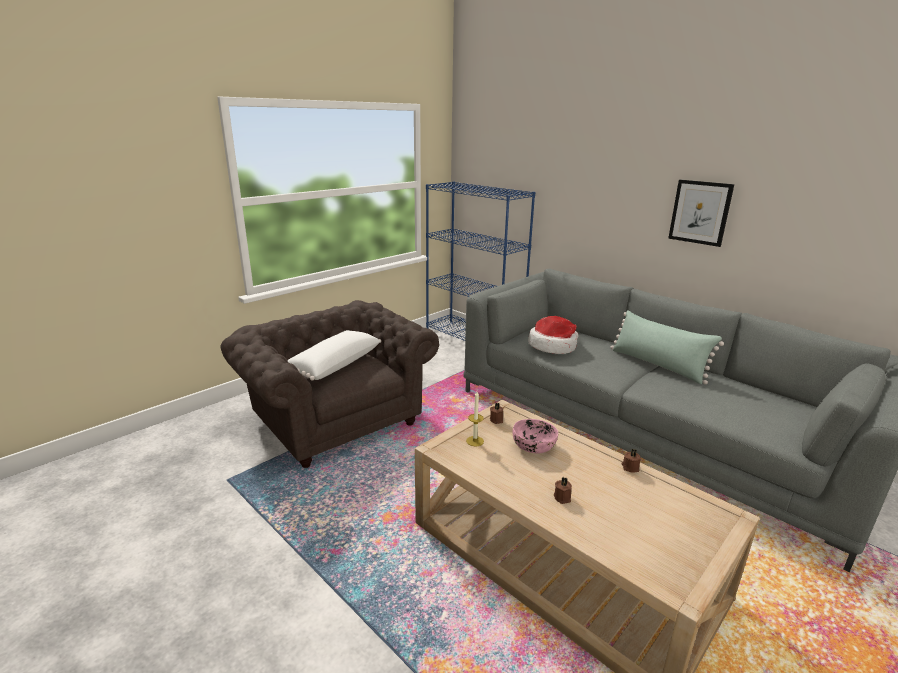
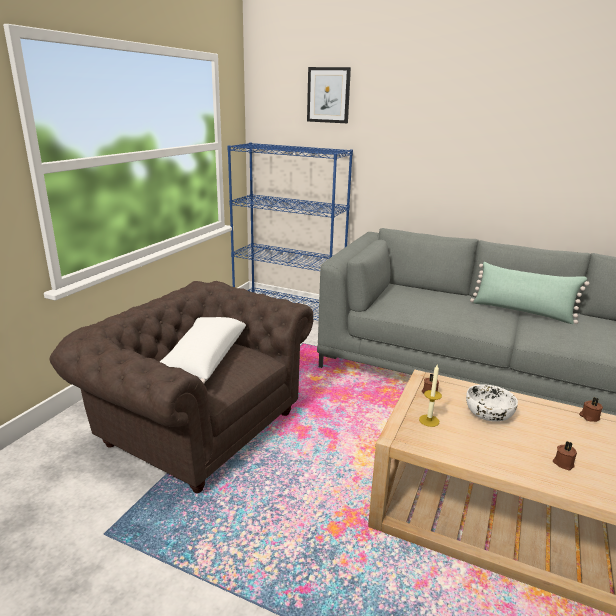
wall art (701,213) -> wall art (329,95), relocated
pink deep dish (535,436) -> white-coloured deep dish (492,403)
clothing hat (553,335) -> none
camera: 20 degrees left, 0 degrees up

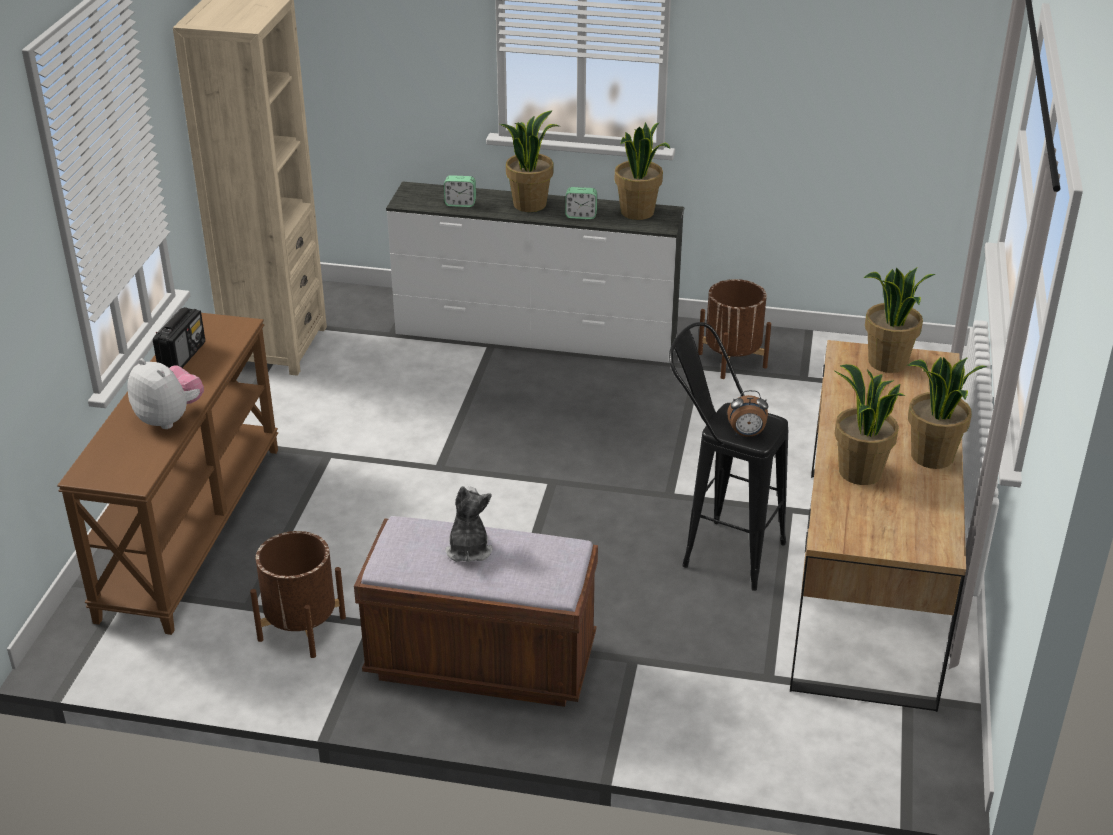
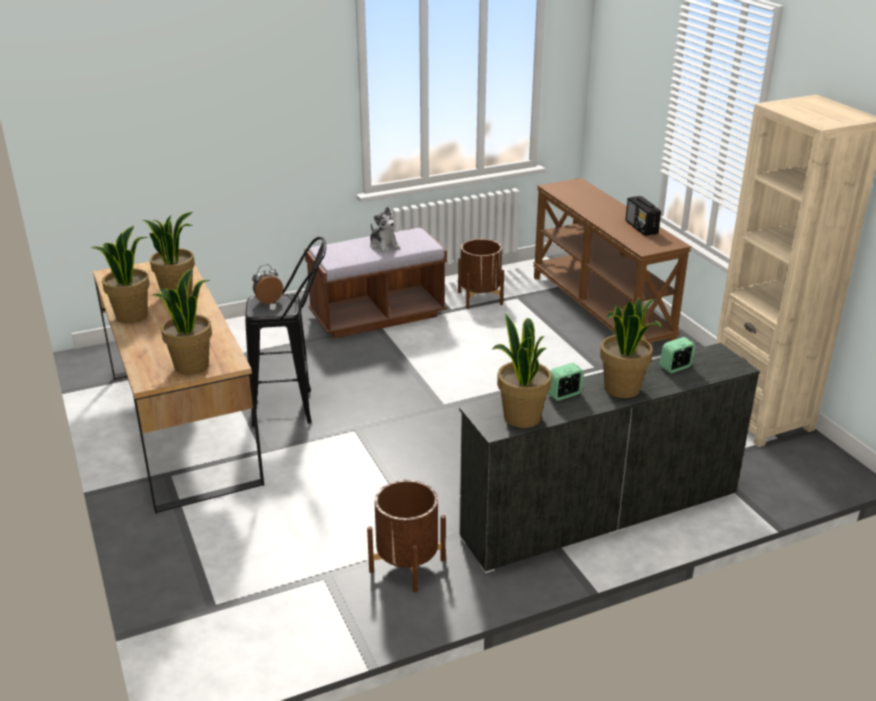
soft toy (166,393) -> none
camera: 145 degrees right, 5 degrees down

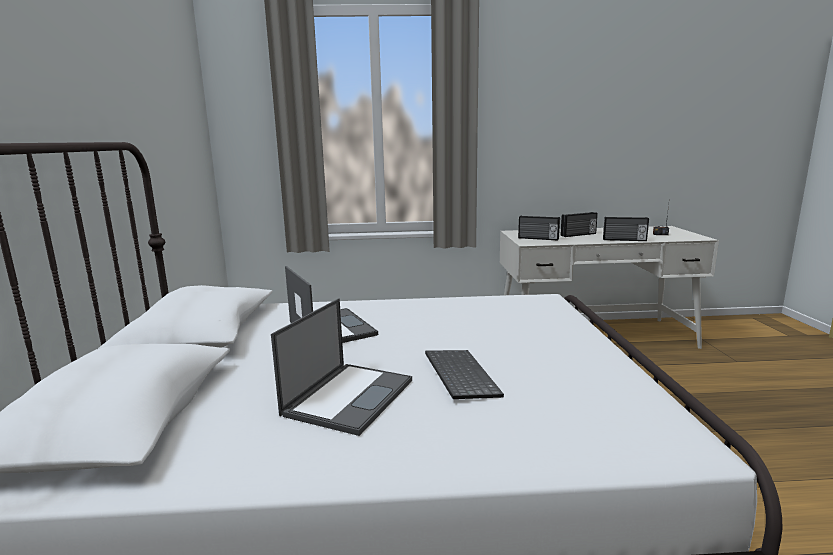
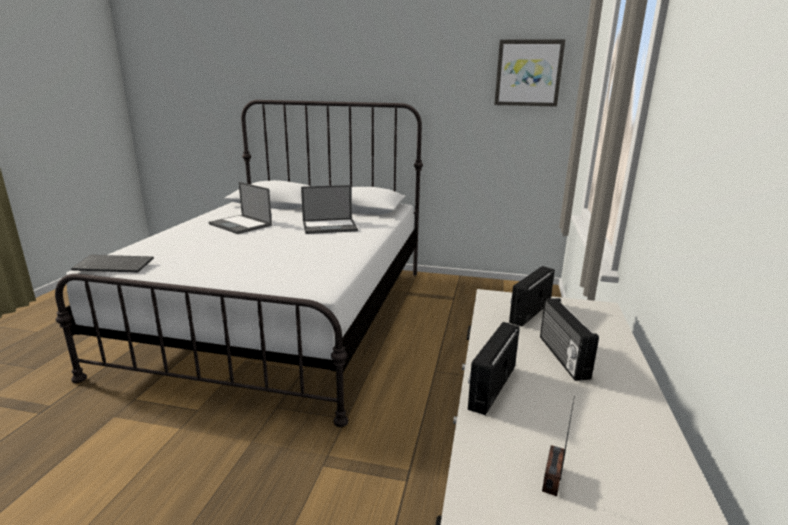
PC keyboard (464,374) -> PC keyboard (112,263), relocated
none -> wall art (530,73)
camera: 105 degrees right, 5 degrees up

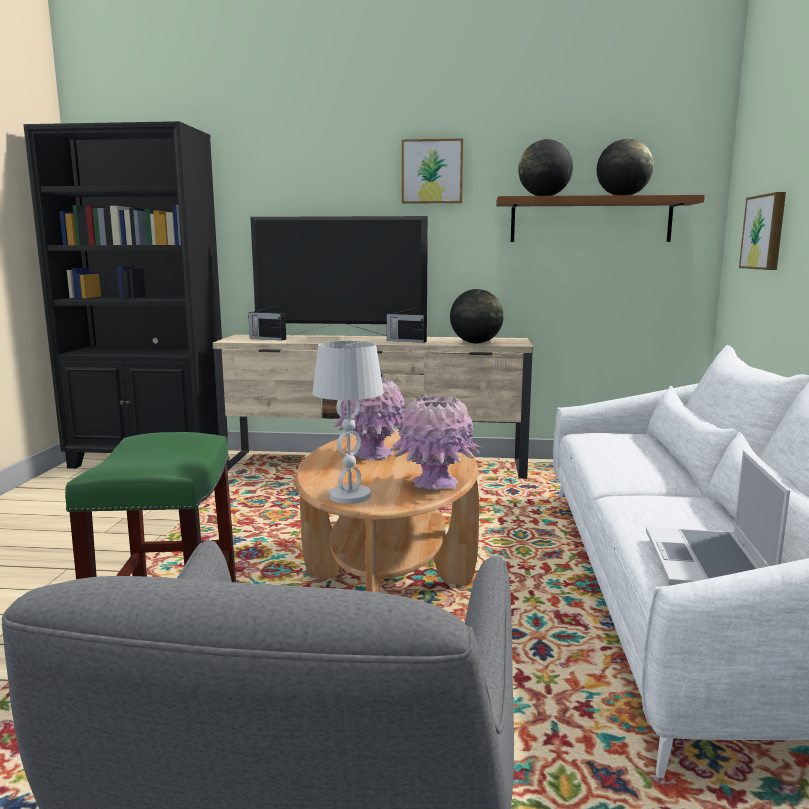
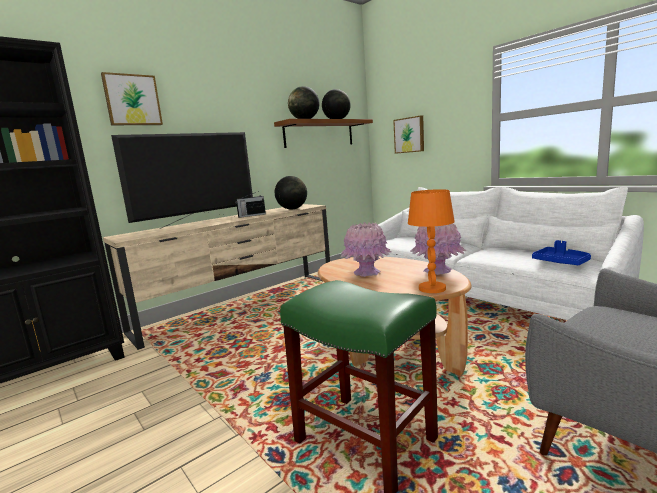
wall art (432,171) -> wall art (132,98), relocated
white-coloured tabletop lamp (348,422) -> orangey tabletop lamp (431,241)
portable computer (718,517) -> blue serving tray (561,252)
radio (267,323) -> none
camera: 45 degrees left, 0 degrees up

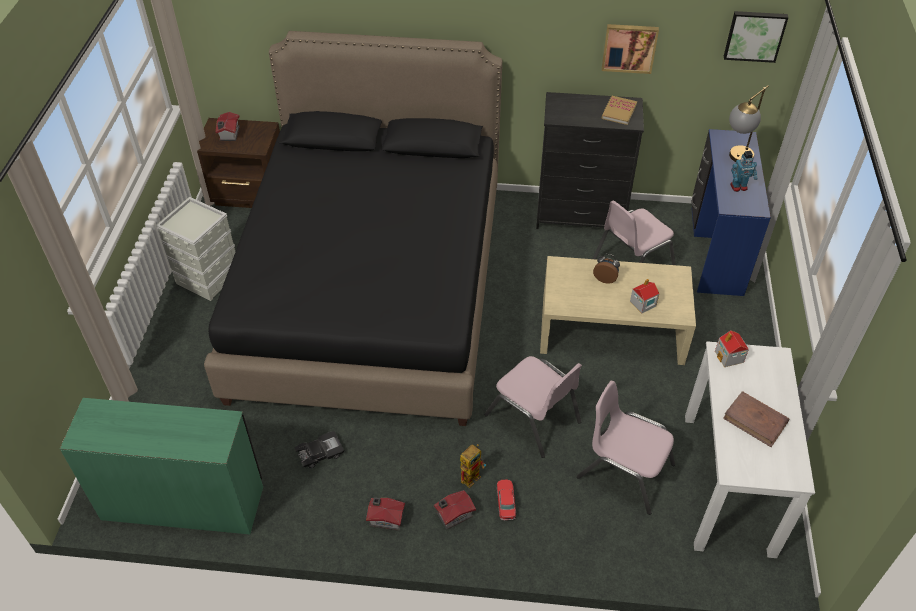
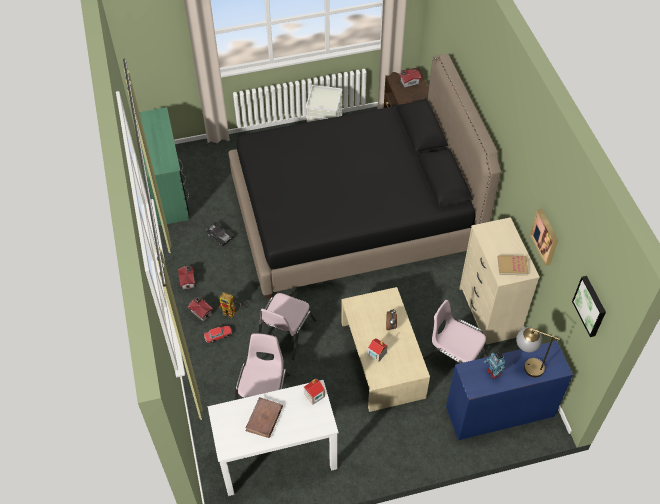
black drawer chest (590,160) -> sand-coloured drawer chest (499,281)
camera: 70 degrees right, 5 degrees up

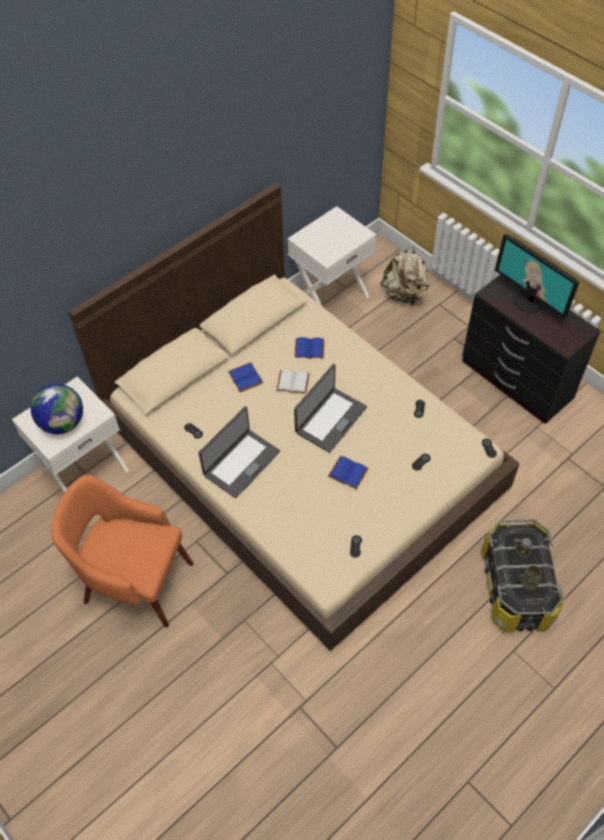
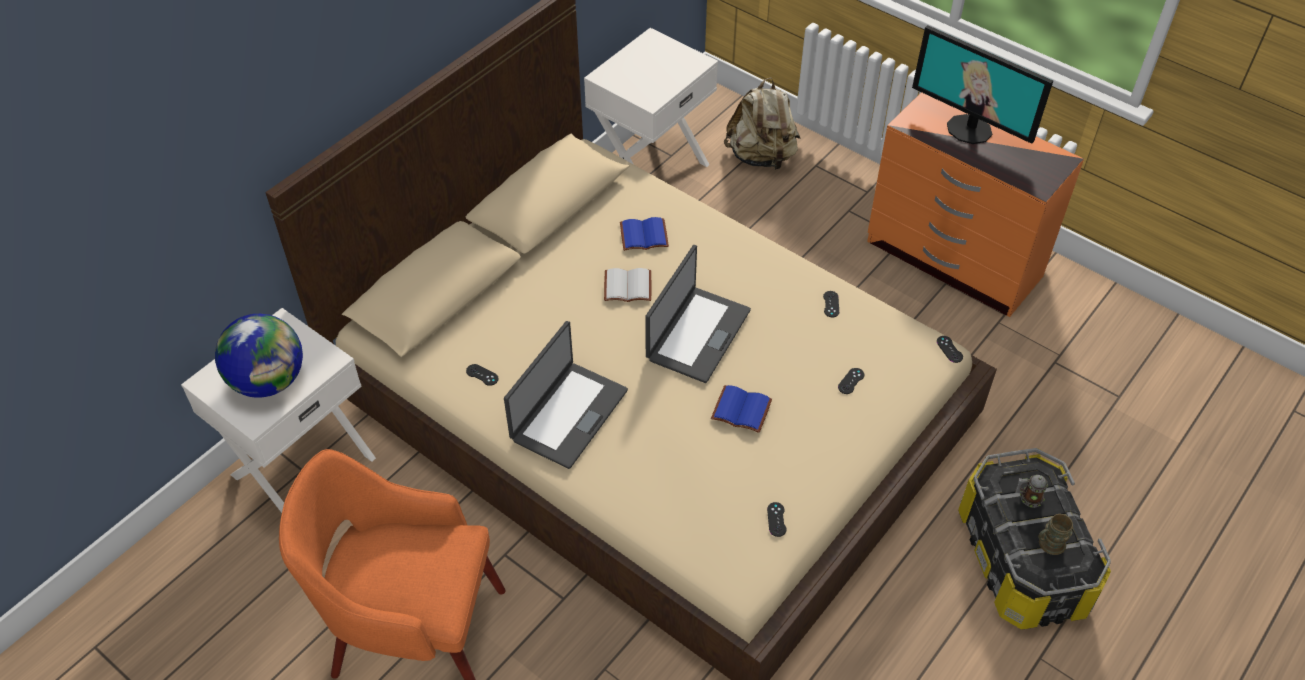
black drawer chest (531,349) -> orangey drawer chest (975,204)
blue bound book (245,377) -> none
camera: 10 degrees left, 5 degrees down

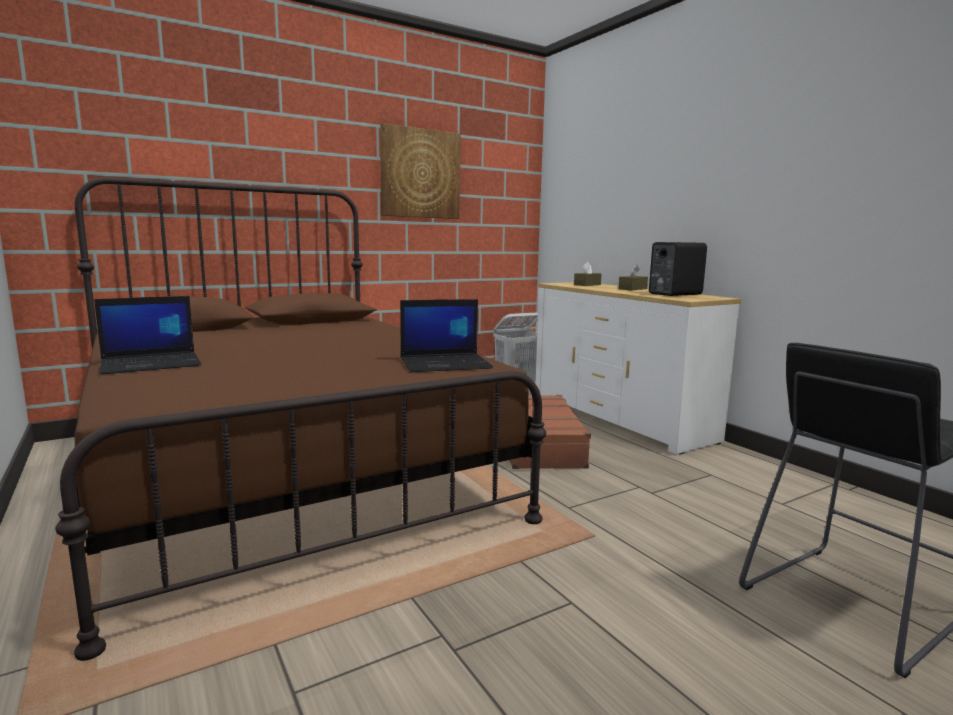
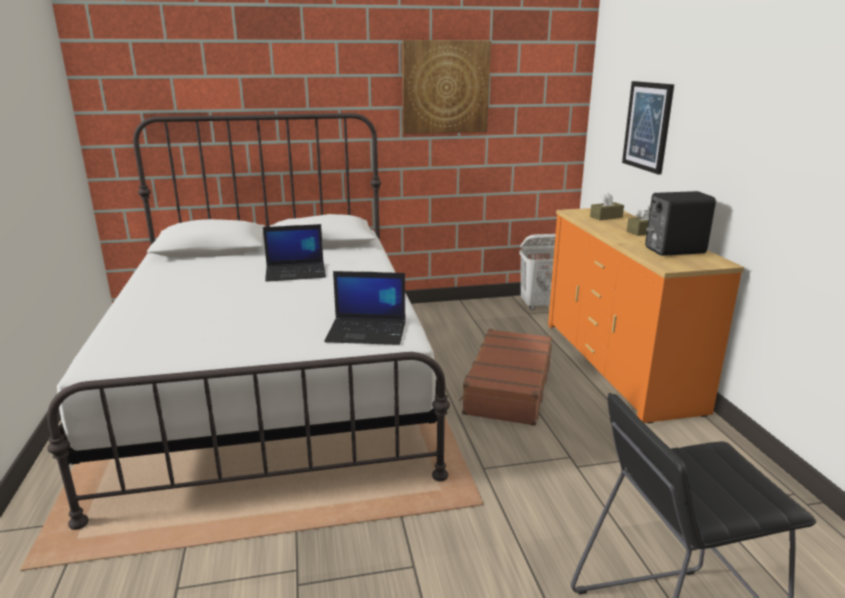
brown bedroom bed (301,419) -> white-coloured bedroom bed (248,321)
portable computer (147,335) -> portable computer (294,253), relocated
white-coloured drawer chest (638,368) -> orangey drawer chest (646,316)
none -> wall art (648,127)
camera: 20 degrees right, 10 degrees up

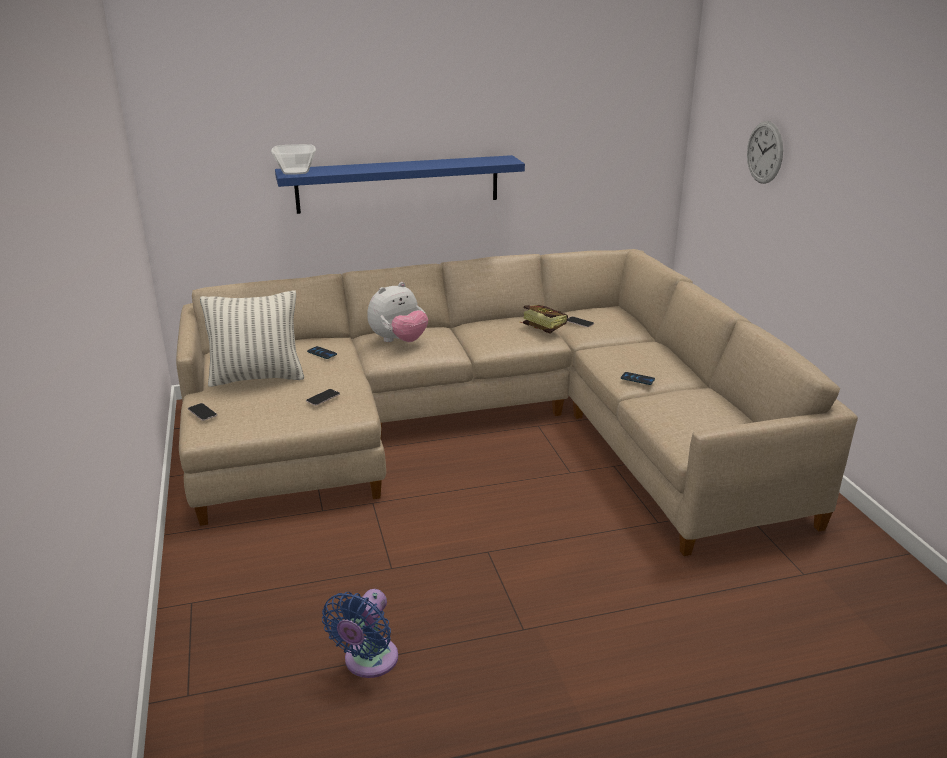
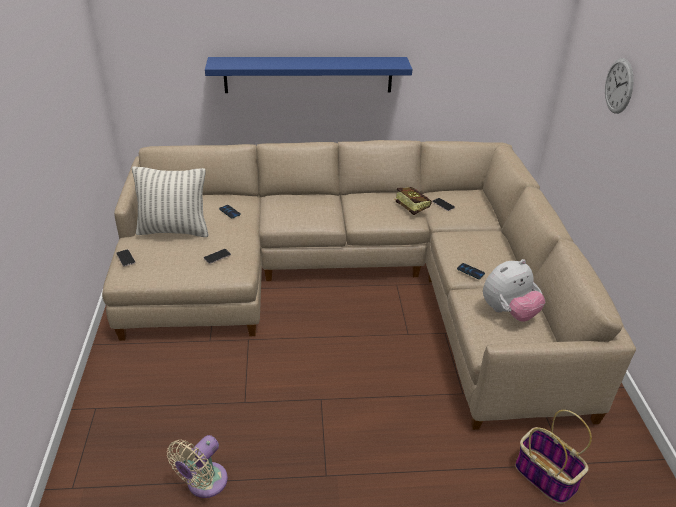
blue electric fan (360,633) -> sand-coloured electric fan (197,466)
soft toy (397,312) -> soft toy (514,290), relocated
none -> household basket (553,457)
deep dish (293,159) -> none
camera: 10 degrees right, 10 degrees up

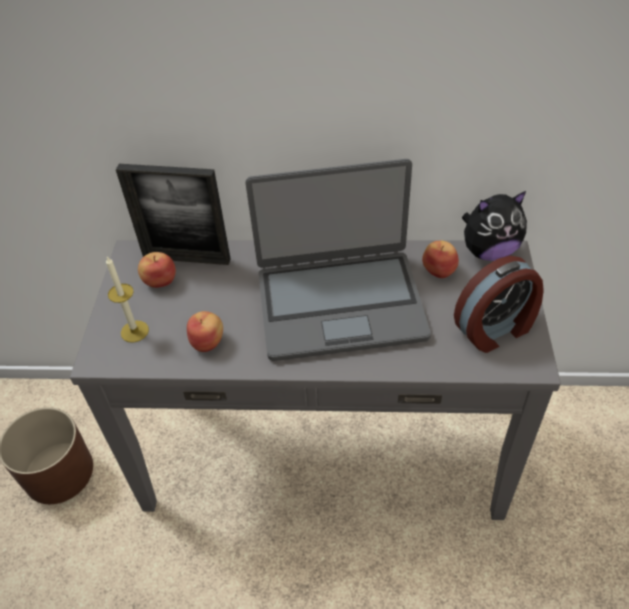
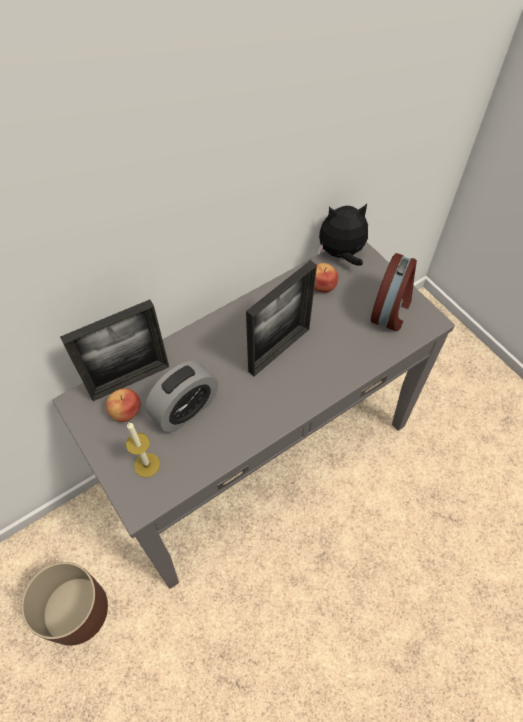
none -> alarm clock (181,396)
portable computer (338,260) -> standing frame (281,318)
soft toy (494,226) -> soft toy (343,235), 135 degrees counterclockwise
apple (205,331) -> none
camera: 40 degrees left, 10 degrees up

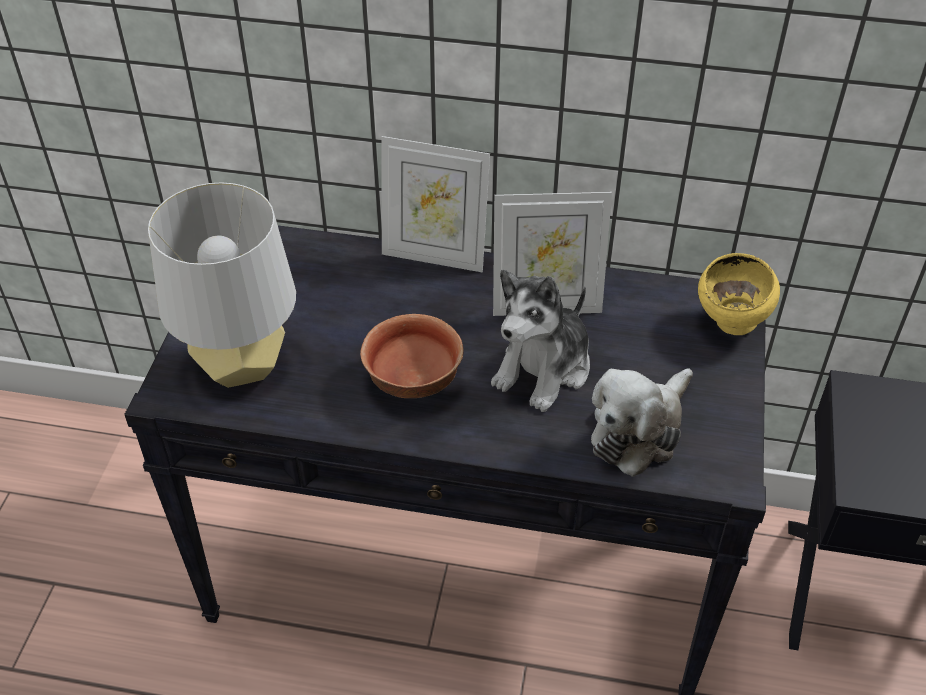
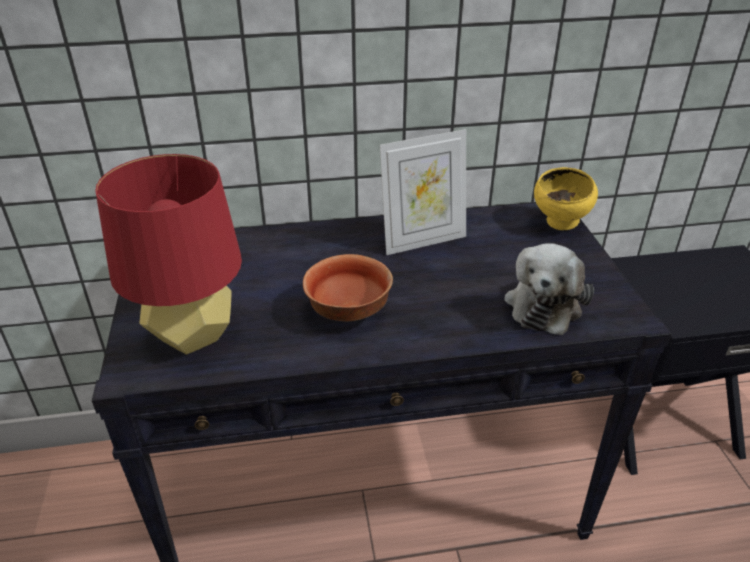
grey tabletop lamp (222,285) -> red tabletop lamp (168,254)
standing frame (435,204) -> none
soft toy (540,341) -> none
camera: 20 degrees left, 10 degrees down

